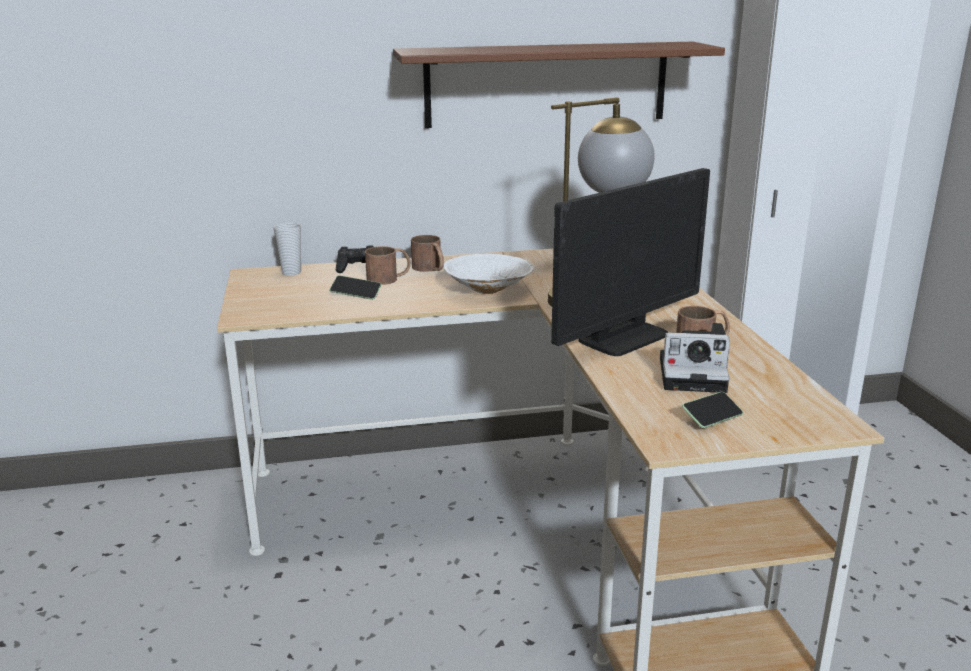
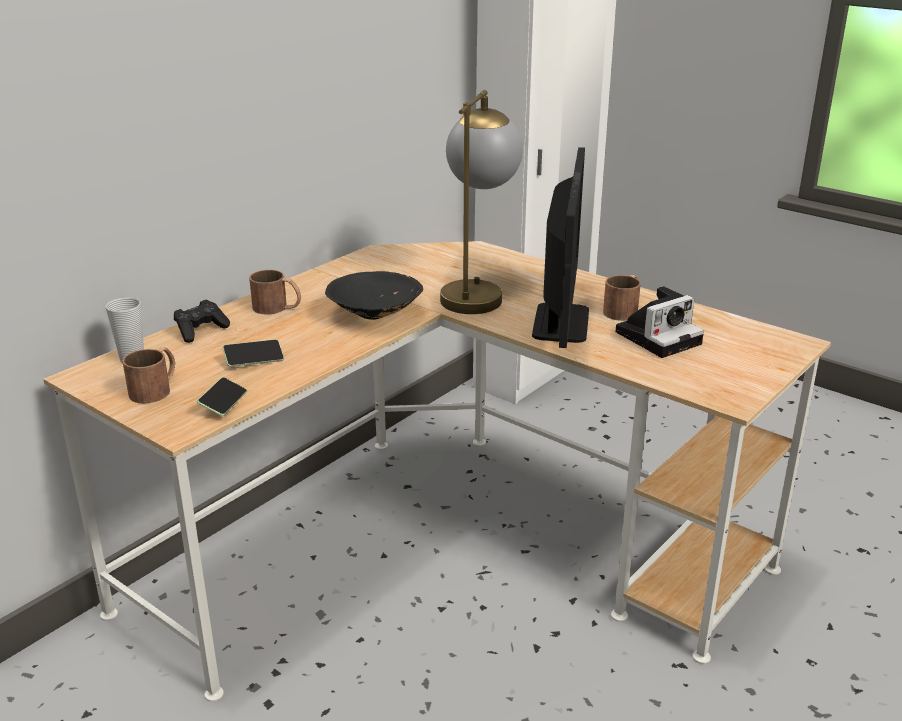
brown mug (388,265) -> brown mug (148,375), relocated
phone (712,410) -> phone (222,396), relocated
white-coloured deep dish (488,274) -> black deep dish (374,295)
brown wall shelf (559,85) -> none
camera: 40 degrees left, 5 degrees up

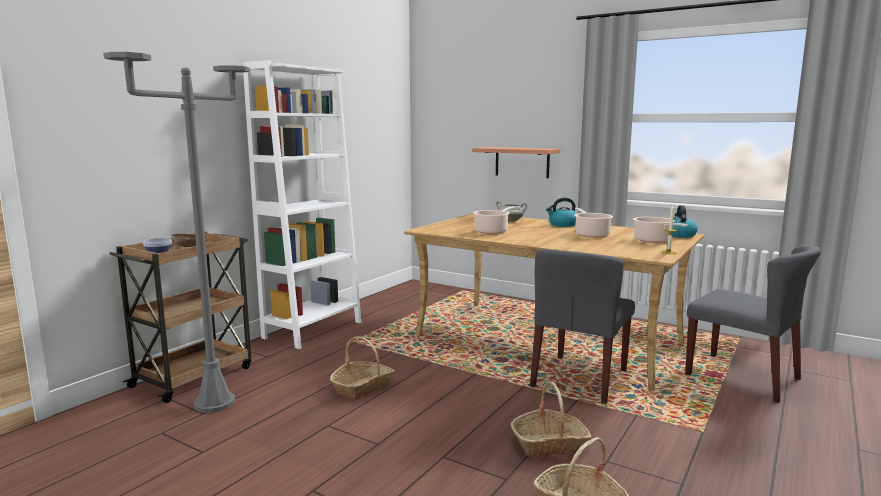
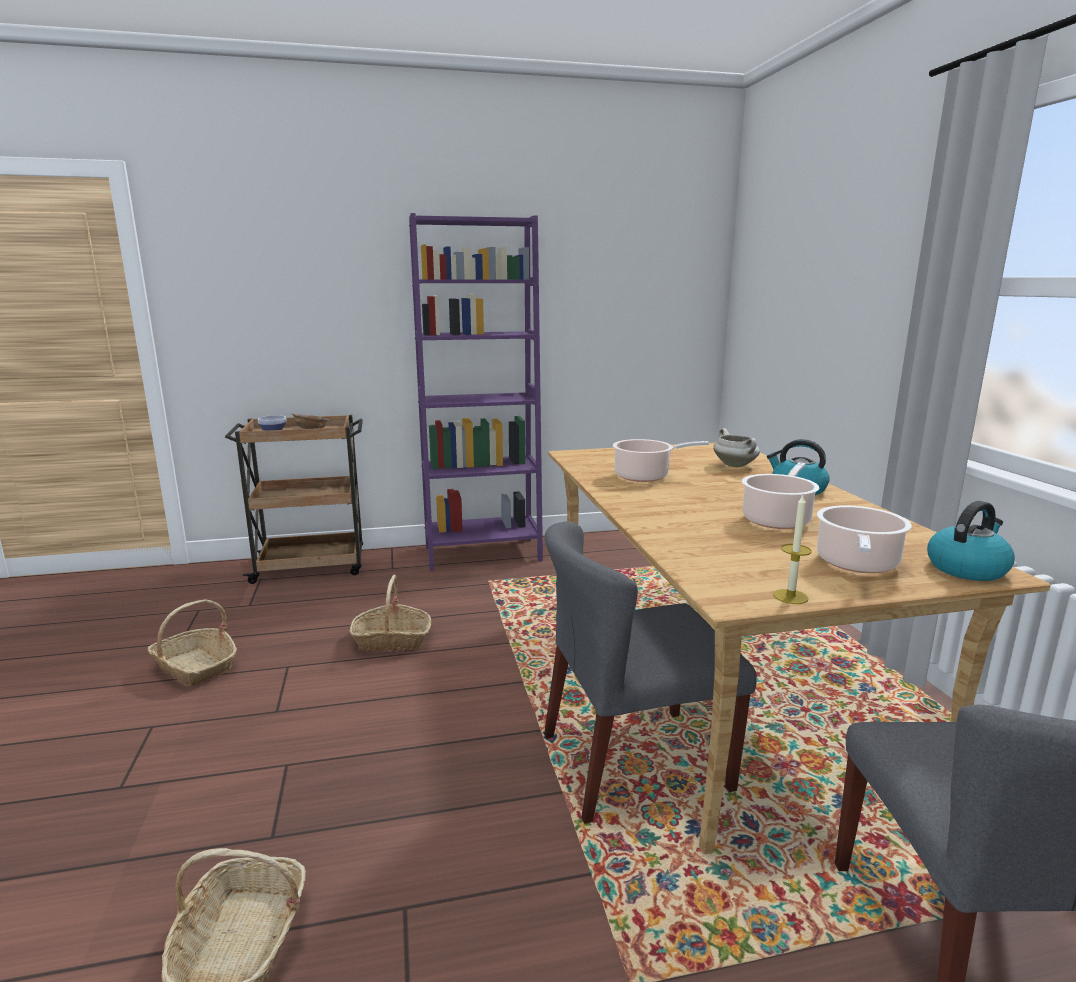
household basket (551,419) -> household basket (192,642), relocated
white-coloured bookcase (302,204) -> purplish bookcase (476,392)
grey floor lamp (176,232) -> none
wall shelf (516,162) -> none
camera: 45 degrees right, 5 degrees up

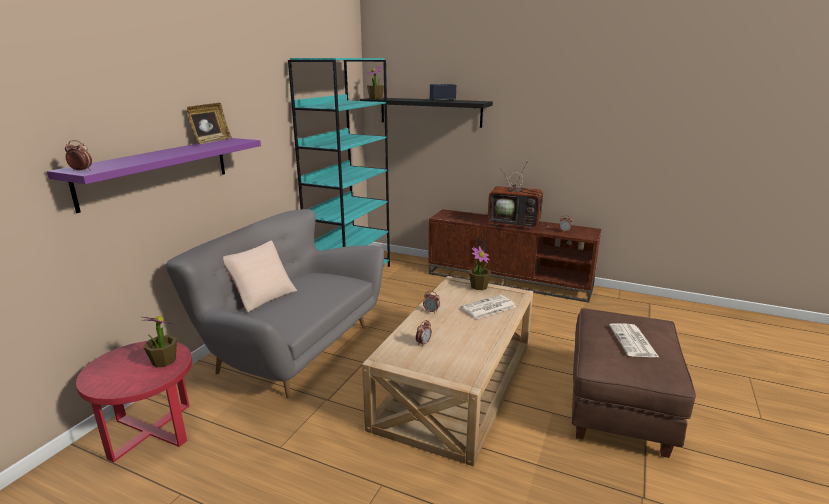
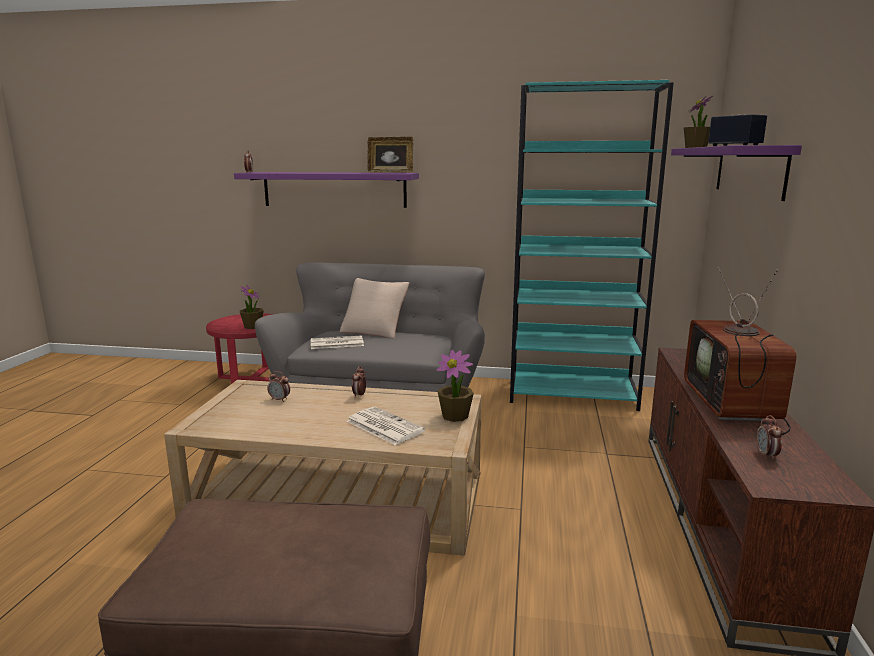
printed paper (634,340) -> printed paper (337,342), relocated
black wall shelf (426,113) -> purplish wall shelf (736,173)
camera: 75 degrees right, 5 degrees down

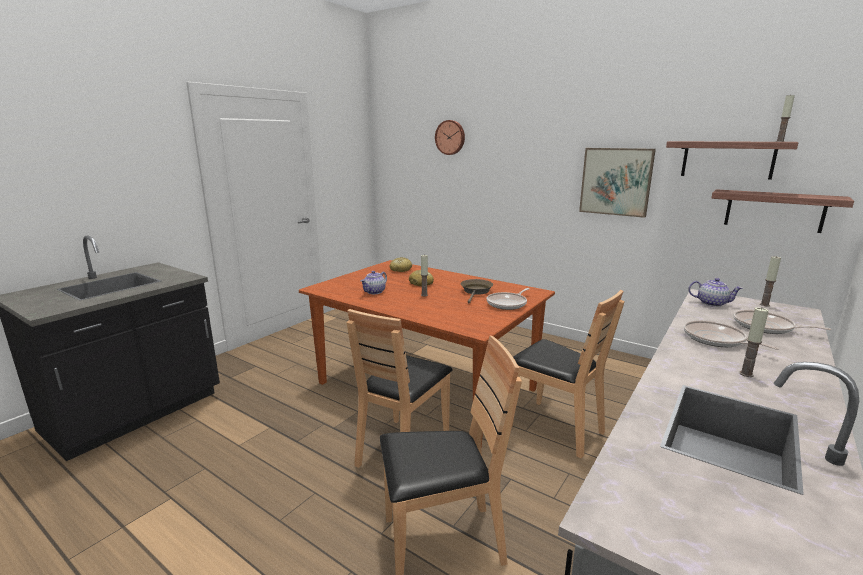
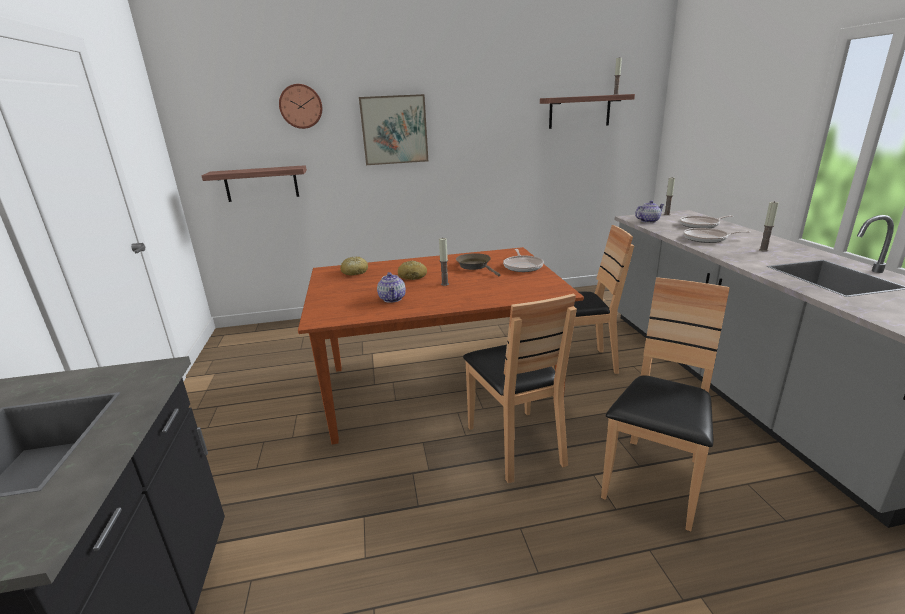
wall shelf (782,211) -> wall shelf (254,183), relocated
wall art (617,183) -> wall art (393,129), relocated
camera: 45 degrees left, 5 degrees up

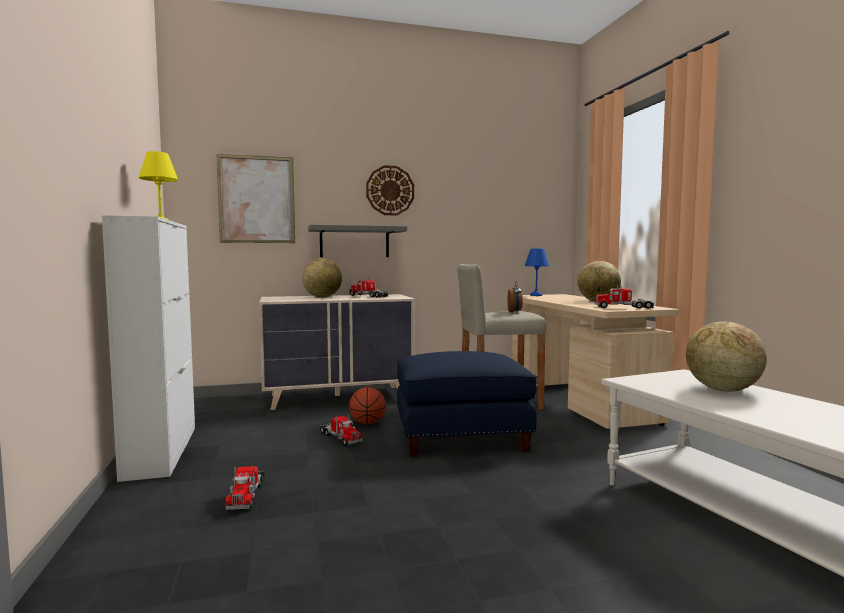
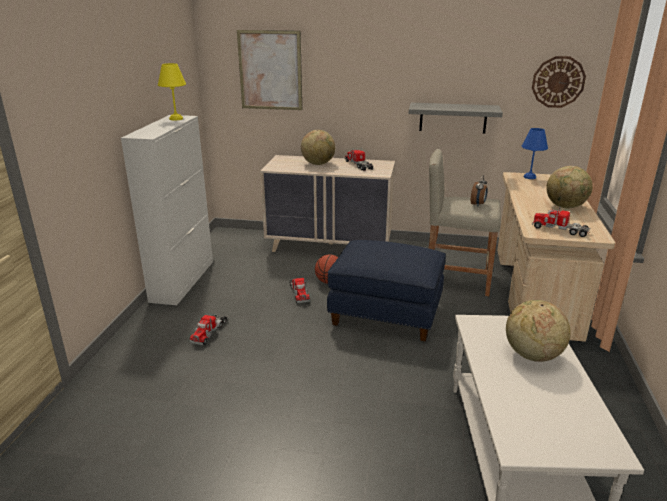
grey wall shelf (357,241) -> grey wall shelf (455,118), relocated
wall clock (390,190) -> wall clock (559,82), relocated
camera: 25 degrees right, 20 degrees up

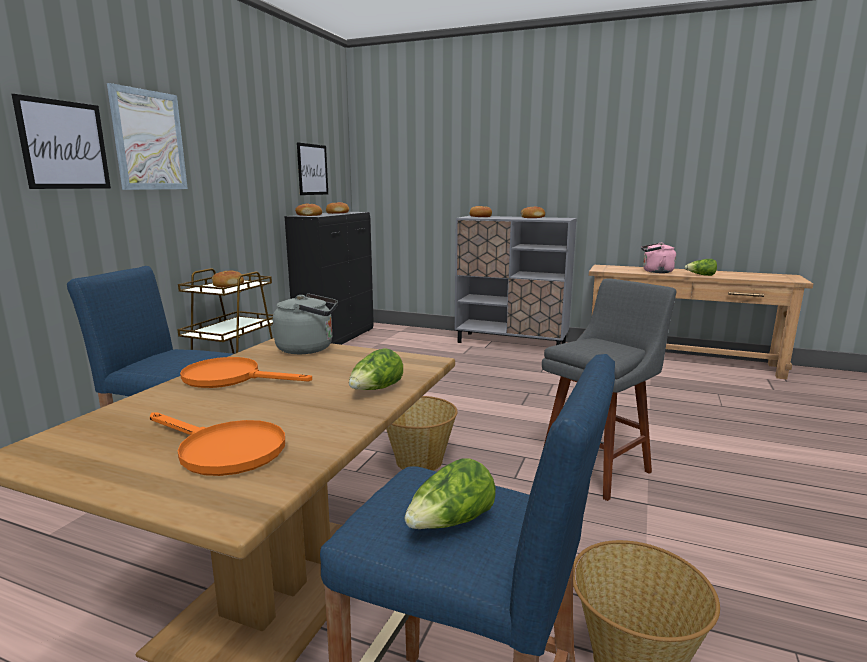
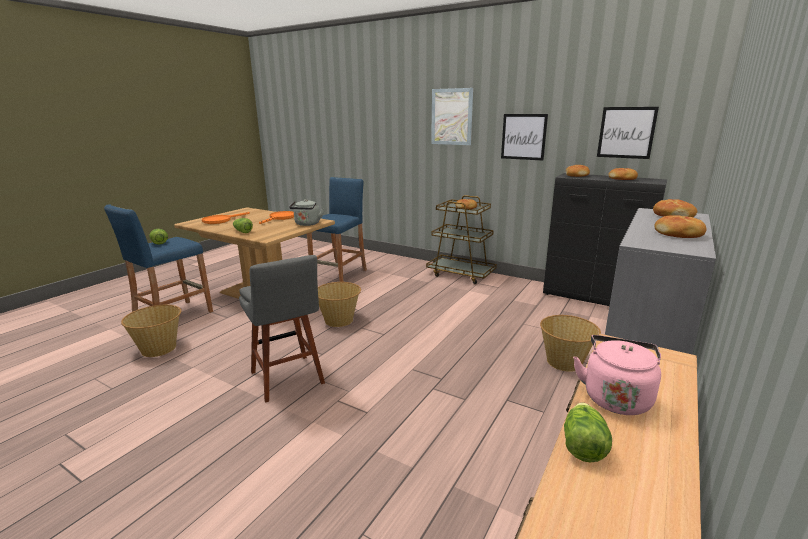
wall art (61,141) -> wall art (524,137), relocated
none -> household basket (570,343)
camera: 100 degrees right, 5 degrees up

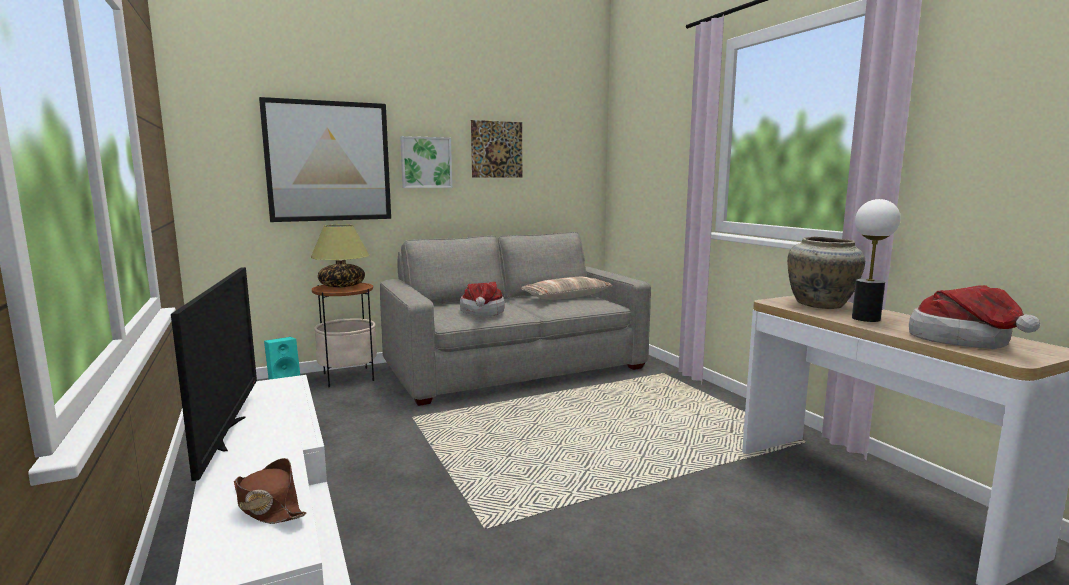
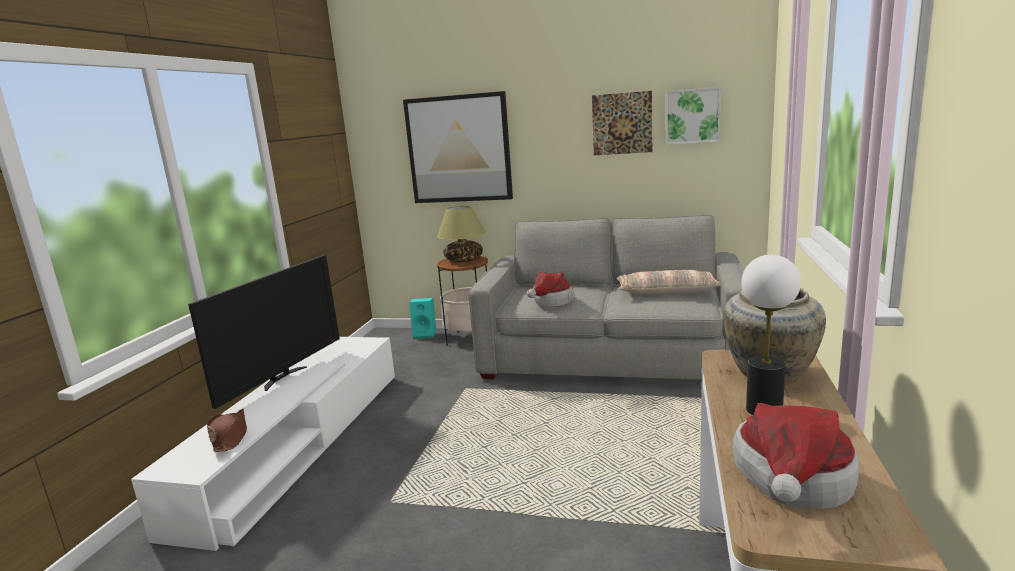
wall art (426,162) -> wall art (693,116), relocated
camera: 40 degrees right, 5 degrees up

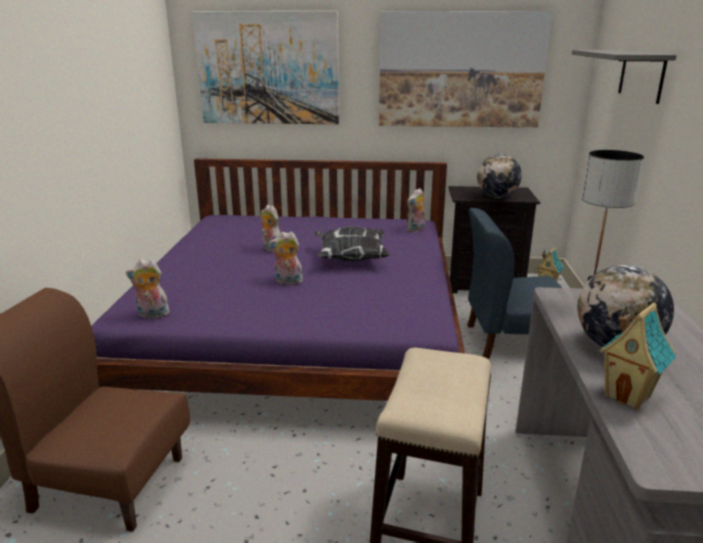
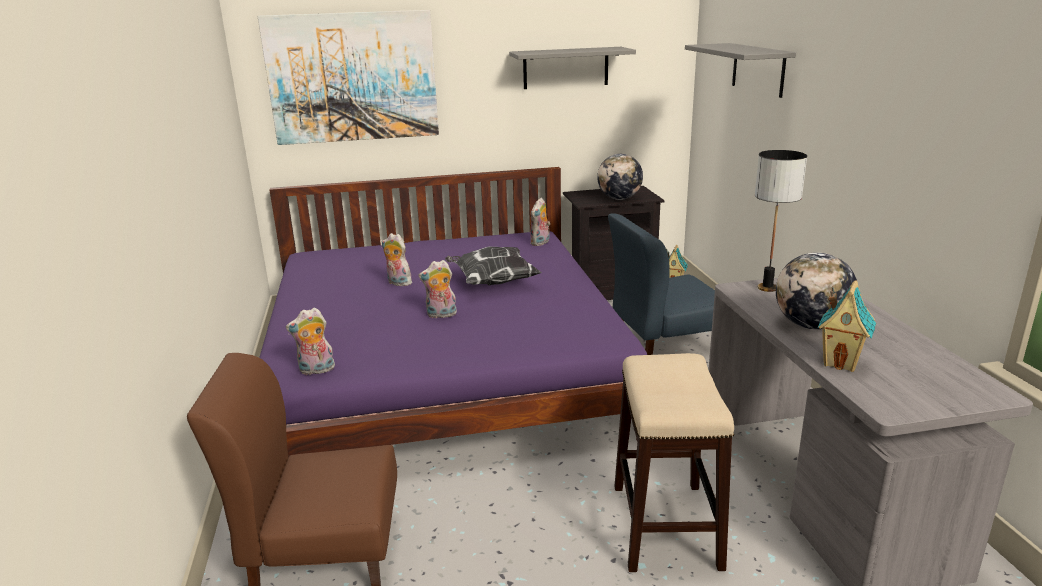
wall art (465,69) -> grey wall shelf (572,68)
camera: 15 degrees left, 0 degrees up

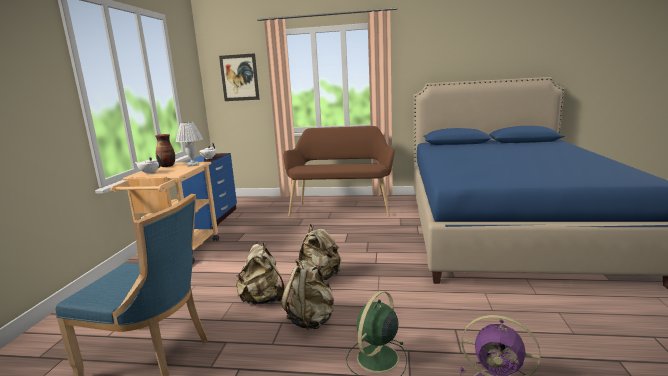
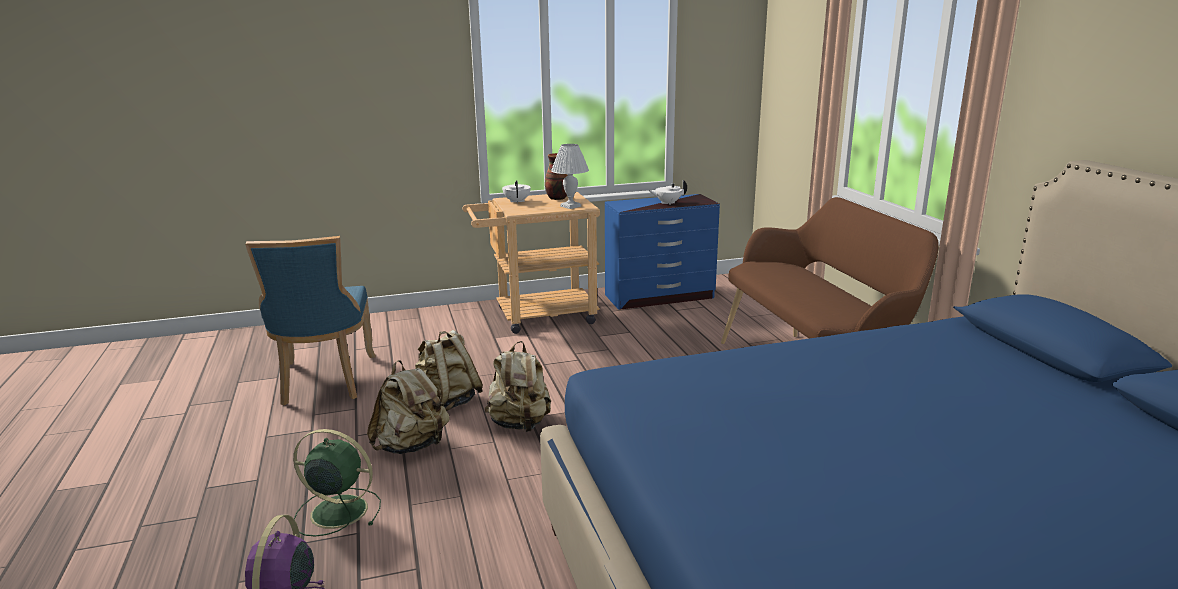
wall art (239,77) -> none
camera: 65 degrees right, 5 degrees up

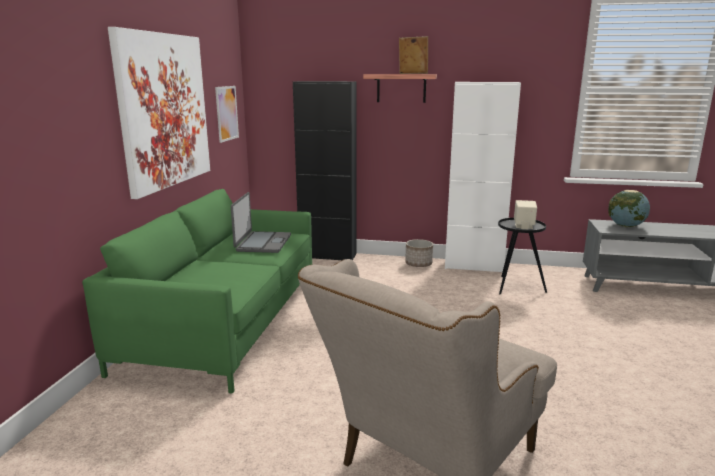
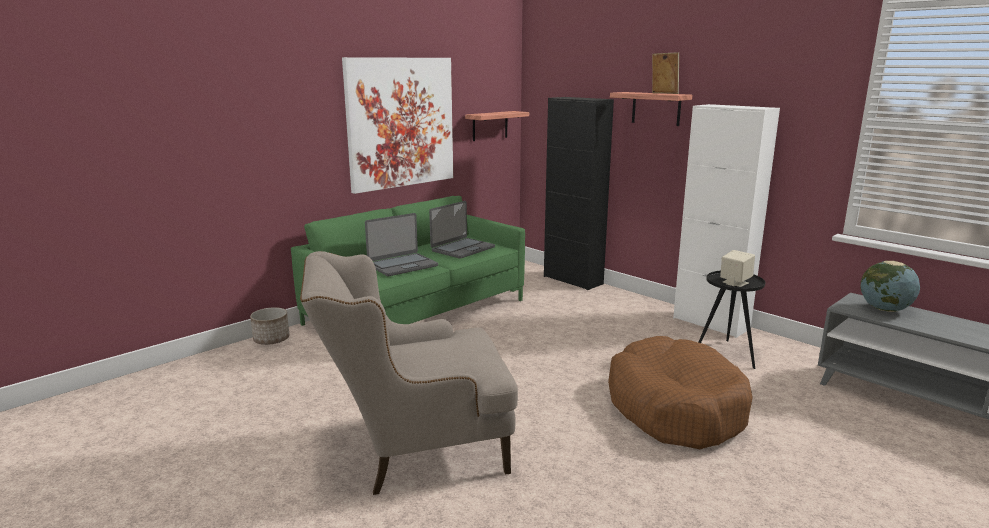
planter (419,253) -> planter (269,326), relocated
none -> portable computer (401,244)
wall art (227,114) -> wall shelf (497,126)
none -> brown dog bed (680,392)
camera: 35 degrees right, 0 degrees up

